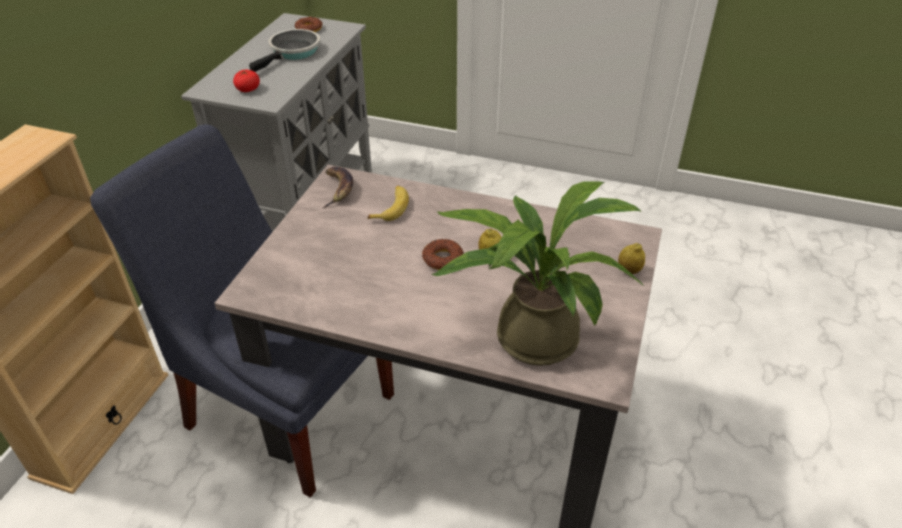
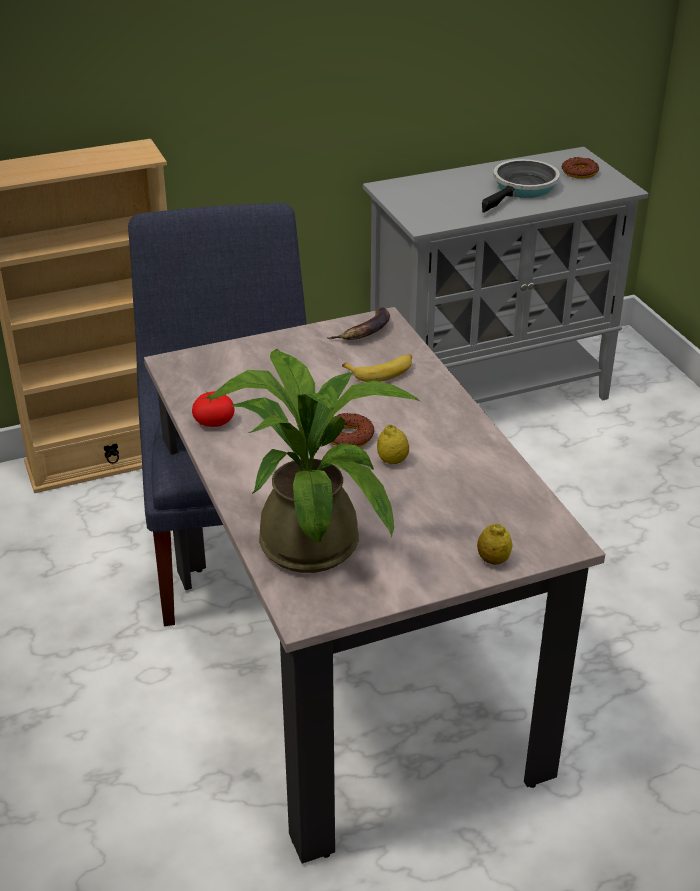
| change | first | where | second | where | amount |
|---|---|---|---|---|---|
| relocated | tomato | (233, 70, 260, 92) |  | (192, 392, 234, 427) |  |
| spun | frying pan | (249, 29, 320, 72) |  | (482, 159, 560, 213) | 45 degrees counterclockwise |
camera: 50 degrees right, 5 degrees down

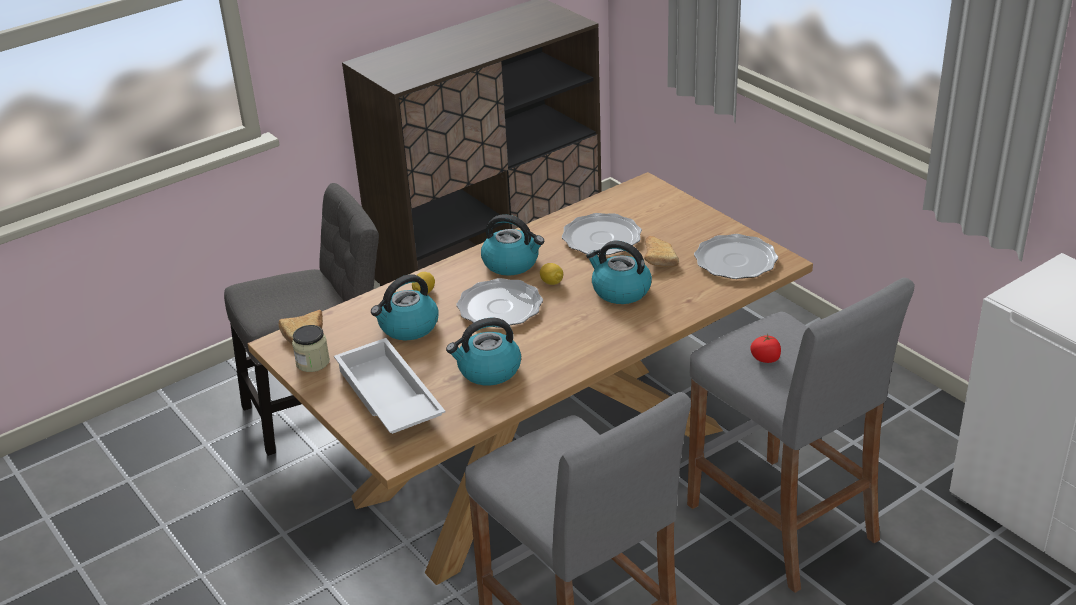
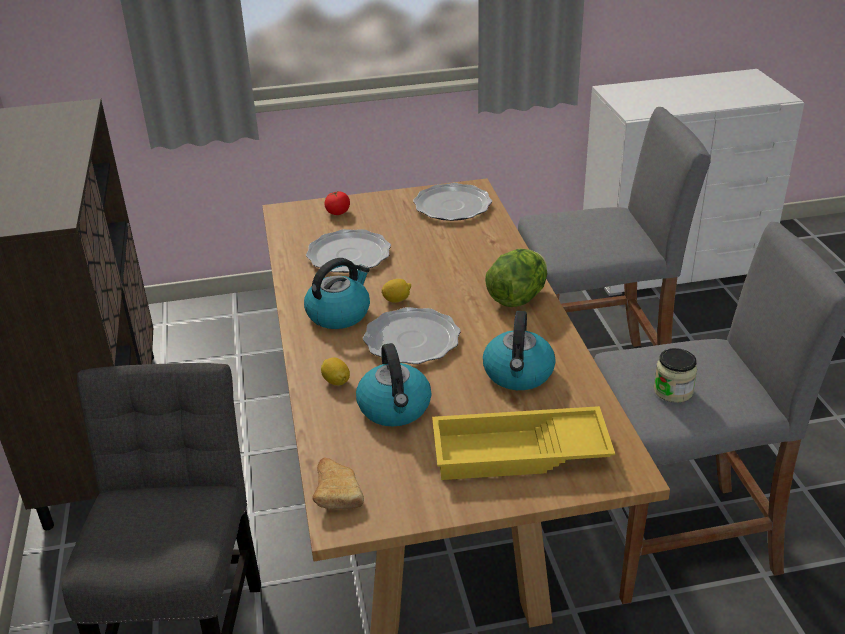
| change | first | where | second | where | amount |
|---|---|---|---|---|---|
| relocated | tomato | (750, 333, 781, 363) |  | (324, 191, 350, 215) |  |
| colour | tray (white) | (334, 338, 445, 434) | tray (yellow) | (432, 406, 615, 480) |  |
| appeared |  |  | lettuce | (485, 248, 547, 307) |  |
| relocated | jar | (292, 325, 330, 372) |  | (654, 348, 697, 403) |  |
| missing | kettle | (586, 241, 652, 304) |  |  |  |
| missing | bread | (644, 236, 679, 267) |  |  |  |
camera: 65 degrees left, 0 degrees up

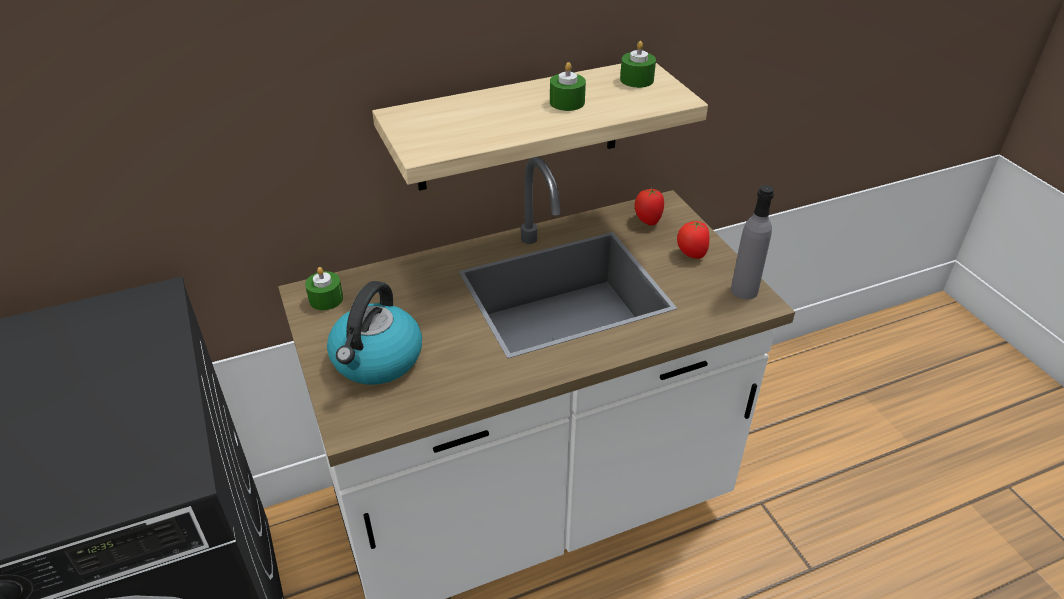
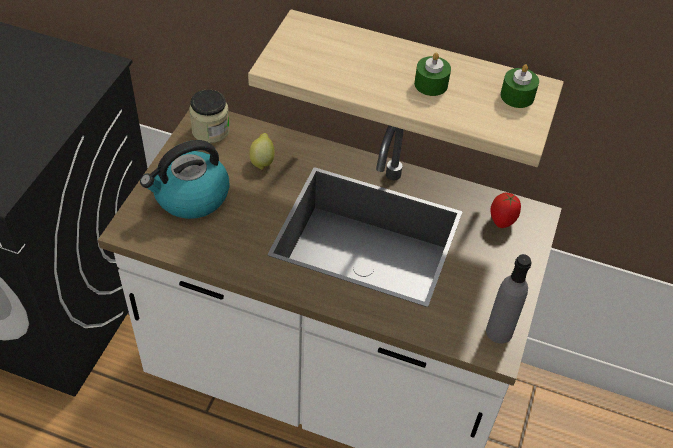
| change | first | where | second | where | amount |
|---|---|---|---|---|---|
| exchanged | candle (green) | (305, 267, 343, 310) | jar | (189, 89, 230, 143) |  |
| appeared |  |  | lemon | (249, 133, 275, 170) |  |
| missing | tomato | (677, 221, 709, 259) |  |  |  |
camera: 40 degrees right, 10 degrees up

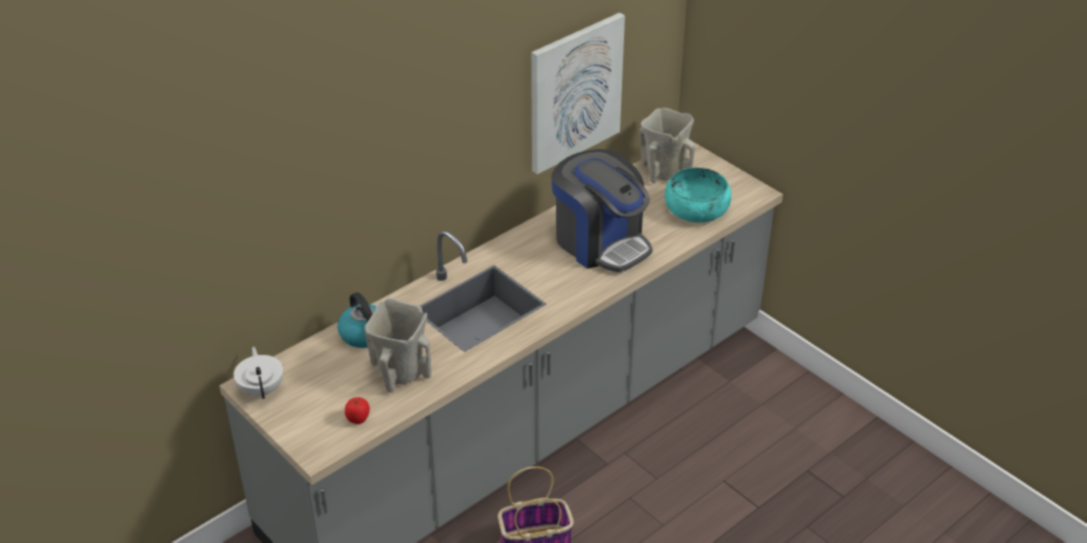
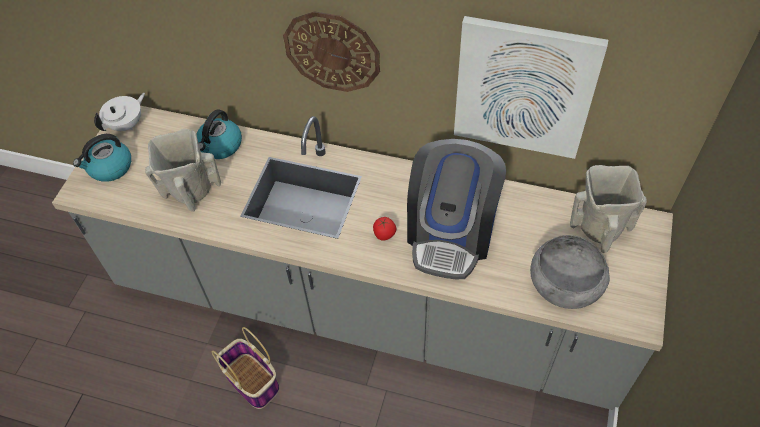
| change | first | where | second | where | amount |
|---|---|---|---|---|---|
| appeared |  |  | kettle | (73, 134, 131, 182) |  |
| appeared |  |  | wall clock | (283, 11, 380, 92) |  |
| relocated | tomato | (345, 397, 370, 424) |  | (373, 217, 396, 241) |  |
| colour | bowl (turquoise) | (665, 167, 731, 223) | bowl (grey) | (530, 235, 610, 309) |  |
camera: 60 degrees right, 15 degrees up

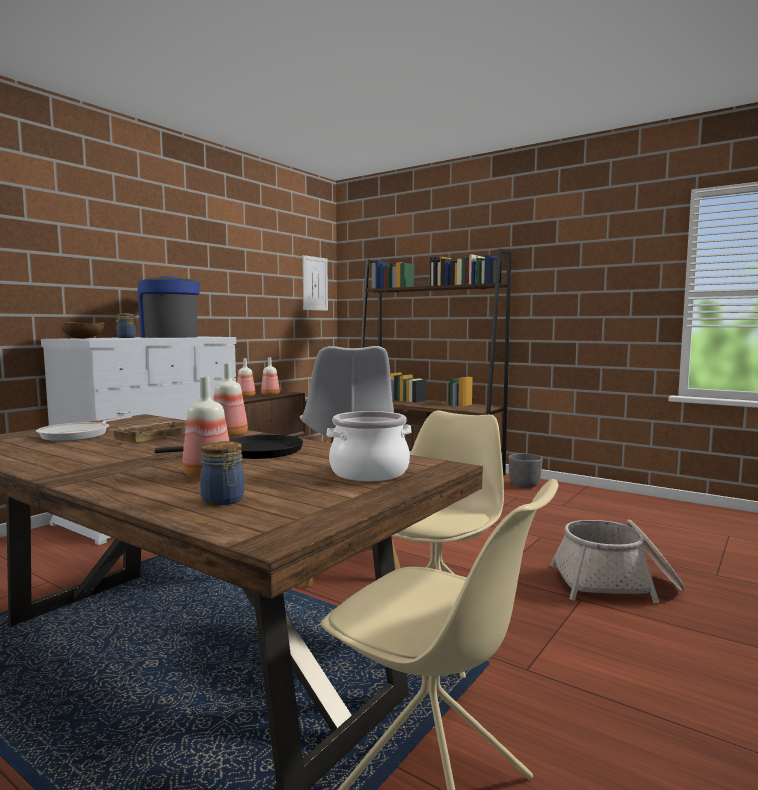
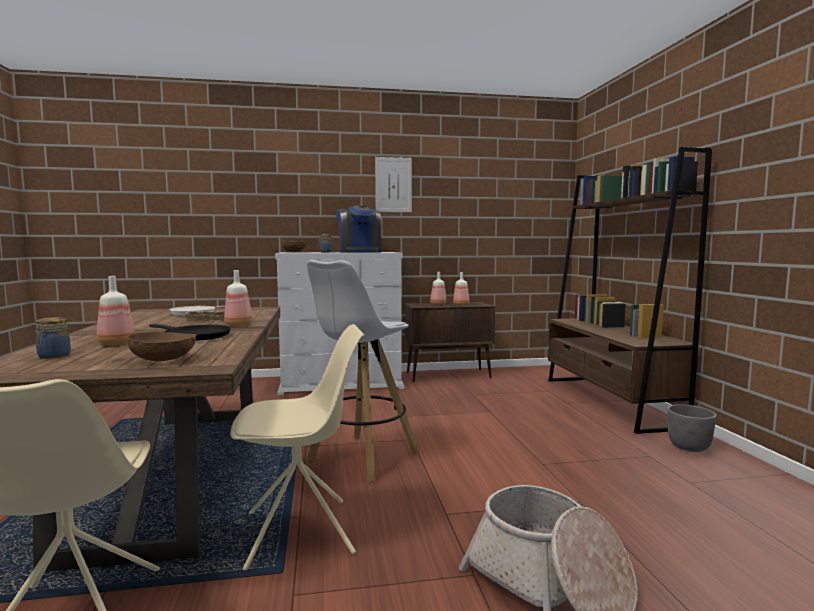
| change | first | where | second | where | amount |
|---|---|---|---|---|---|
| exchanged | cooking pot | (327, 411, 411, 481) | bowl (brown) | (126, 332, 197, 361) |  |
| spun | coffee machine | (138, 275, 200, 338) |  | (336, 205, 381, 253) | 150 degrees clockwise |
| relocated | picture | (302, 255, 328, 311) |  | (375, 157, 412, 212) |  |
camera: 45 degrees right, 0 degrees up

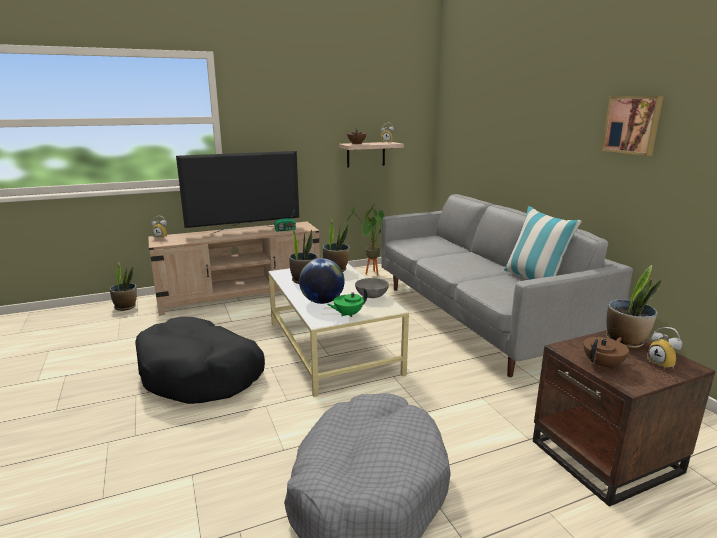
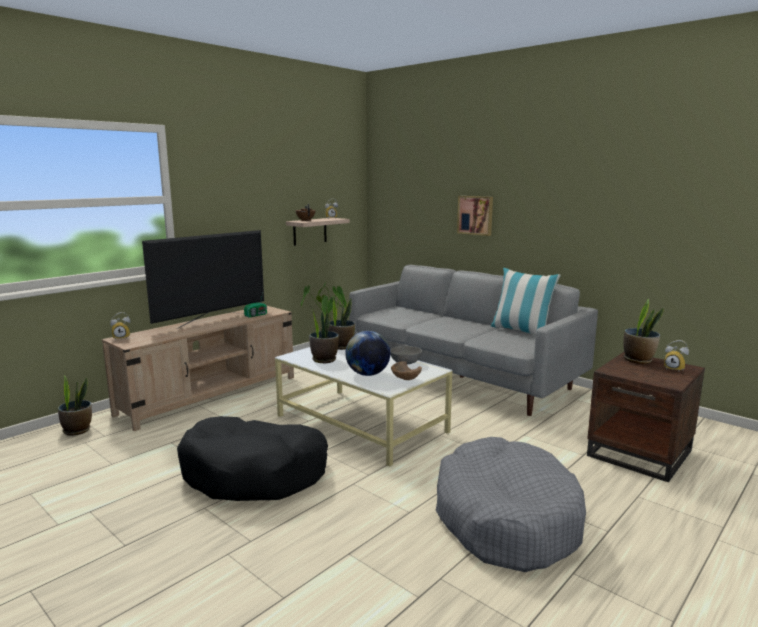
| change | first | where | second | where | amount |
|---|---|---|---|---|---|
| exchanged | teapot (green) | (327, 287, 368, 317) | bowl (brown) | (391, 361, 422, 380) |  |
| relocated | picture | (601, 96, 663, 156) |  | (457, 196, 493, 236) |  |
| missing | teapot (brown) | (584, 337, 629, 370) |  |  |  |
camera: 25 degrees left, 5 degrees down

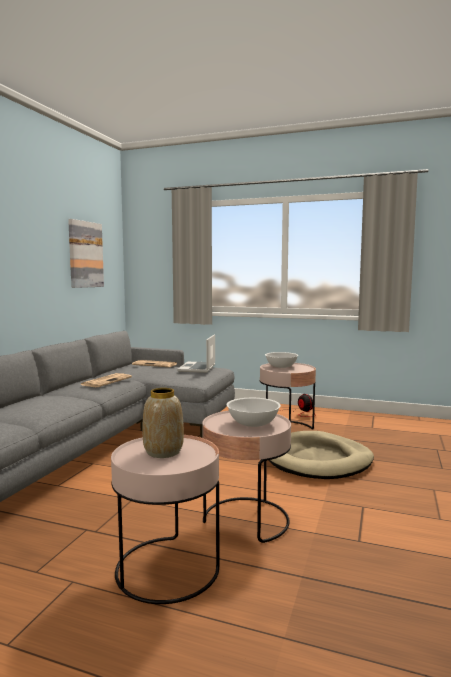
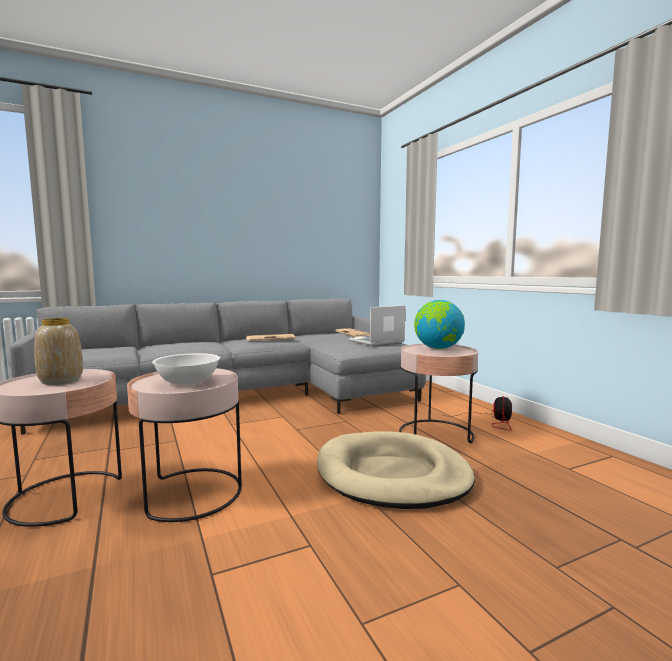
| change | first | where | second | where | amount |
|---|---|---|---|---|---|
| exchanged | bowl (white) | (265, 352, 298, 368) | globe | (414, 300, 465, 349) |  |
| missing | picture | (68, 219, 104, 288) |  |  |  |
camera: 45 degrees right, 0 degrees up

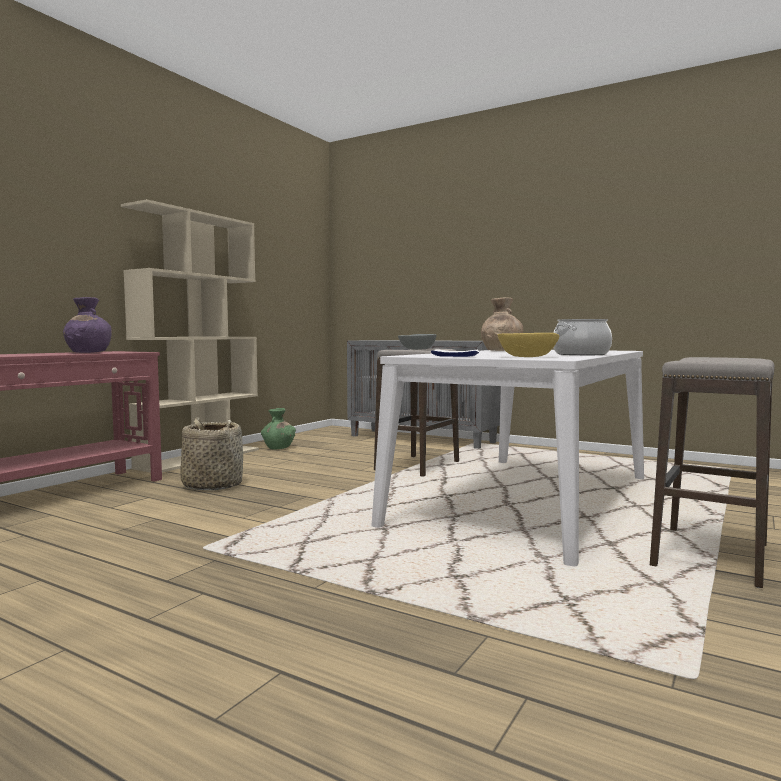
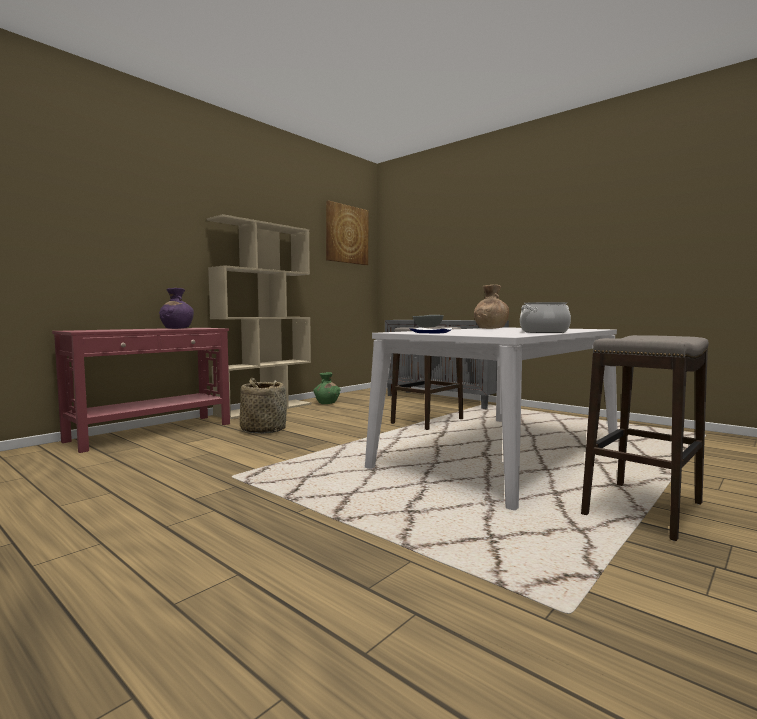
| change | first | where | second | where | amount |
|---|---|---|---|---|---|
| appeared |  |  | picture | (326, 201, 369, 265) |  |
| missing | bowl (yellow) | (498, 333, 559, 357) |  |  |  |
camera: 10 degrees right, 0 degrees up

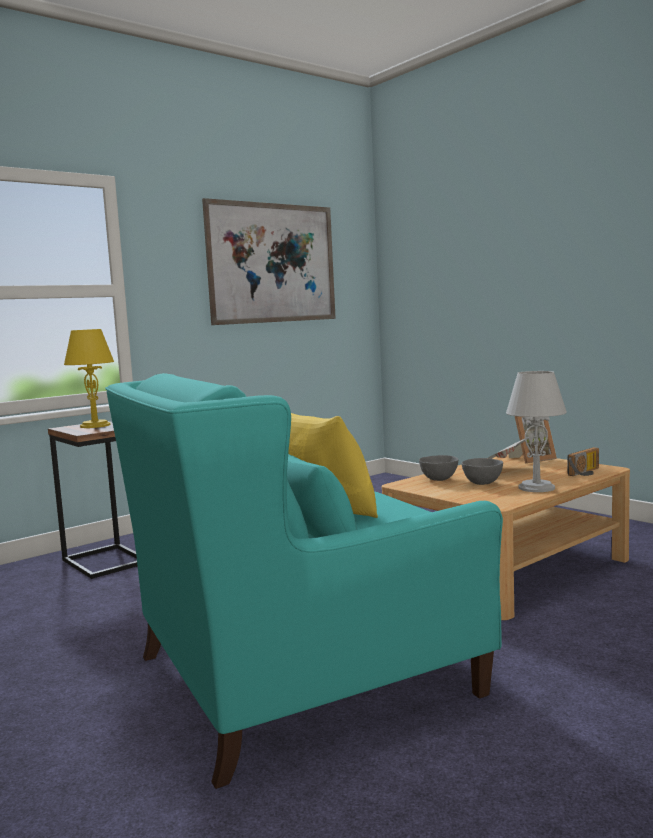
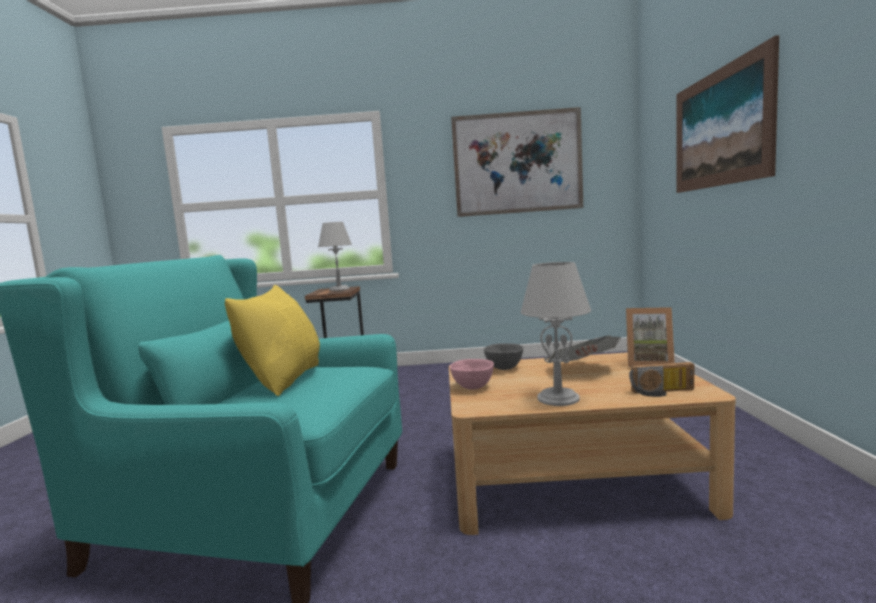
| change | first | where | second | where | amount |
|---|---|---|---|---|---|
| colour | table lamp (yellow) | (64, 329, 114, 428) | table lamp (grey) | (318, 222, 352, 291) |  |
| appeared |  |  | bowl (pink) | (450, 359, 494, 390) |  |
| appeared |  |  | picture | (676, 35, 779, 193) |  |
| missing | bowl (grey) | (461, 458, 503, 485) |  |  |  |
camera: 40 degrees right, 0 degrees up

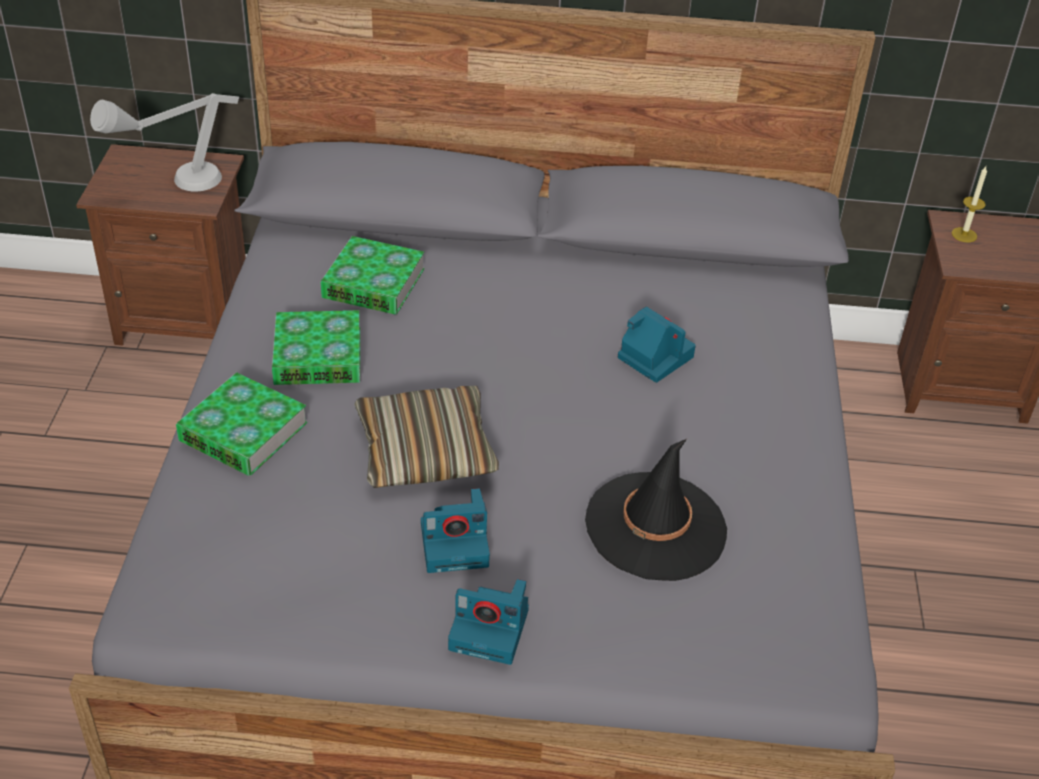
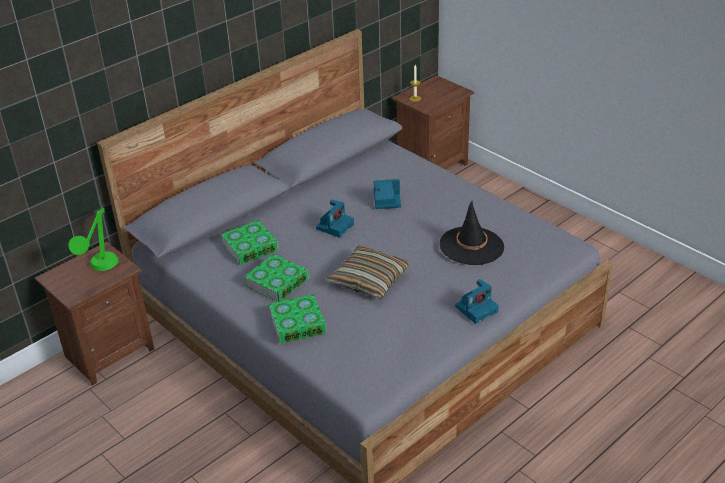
| change | first | where | second | where | amount |
|---|---|---|---|---|---|
| colour | table lamp (grey) | (90, 93, 239, 192) | table lamp (green) | (68, 208, 118, 271) |  |
| relocated | photo camera | (421, 488, 490, 573) |  | (316, 200, 354, 238) |  |
camera: 45 degrees left, 5 degrees down

